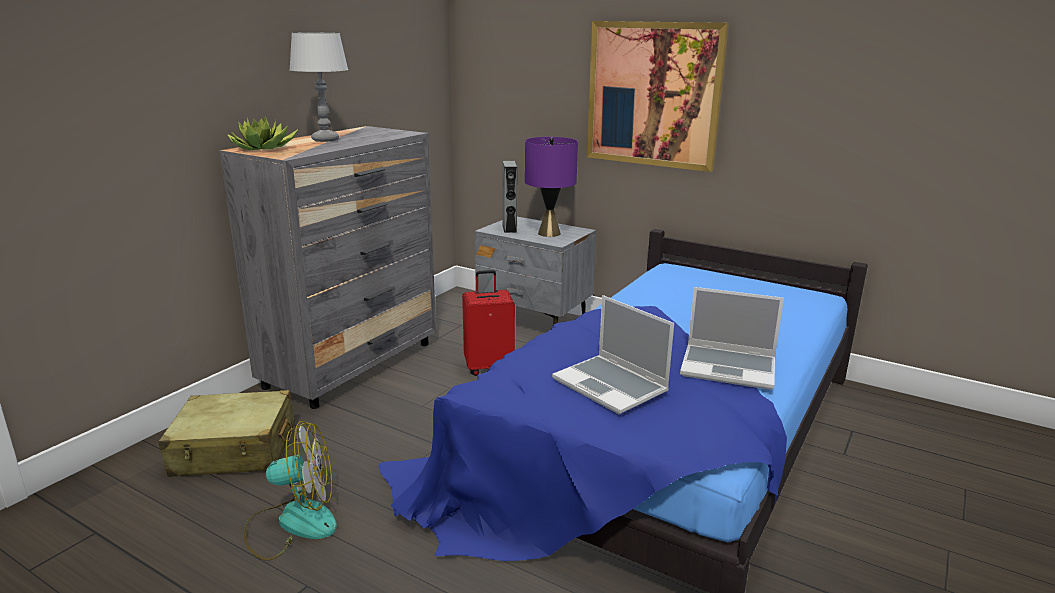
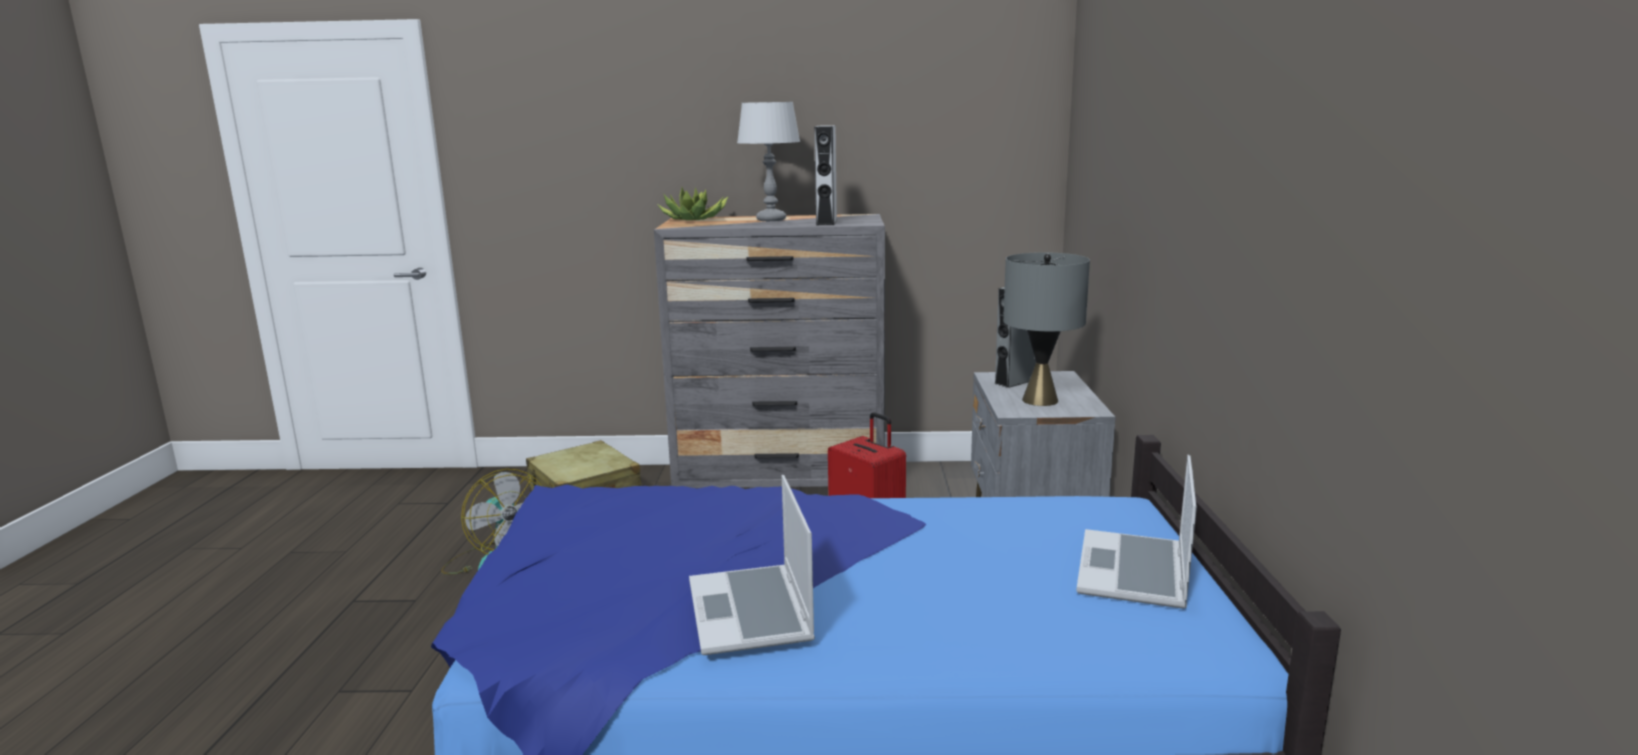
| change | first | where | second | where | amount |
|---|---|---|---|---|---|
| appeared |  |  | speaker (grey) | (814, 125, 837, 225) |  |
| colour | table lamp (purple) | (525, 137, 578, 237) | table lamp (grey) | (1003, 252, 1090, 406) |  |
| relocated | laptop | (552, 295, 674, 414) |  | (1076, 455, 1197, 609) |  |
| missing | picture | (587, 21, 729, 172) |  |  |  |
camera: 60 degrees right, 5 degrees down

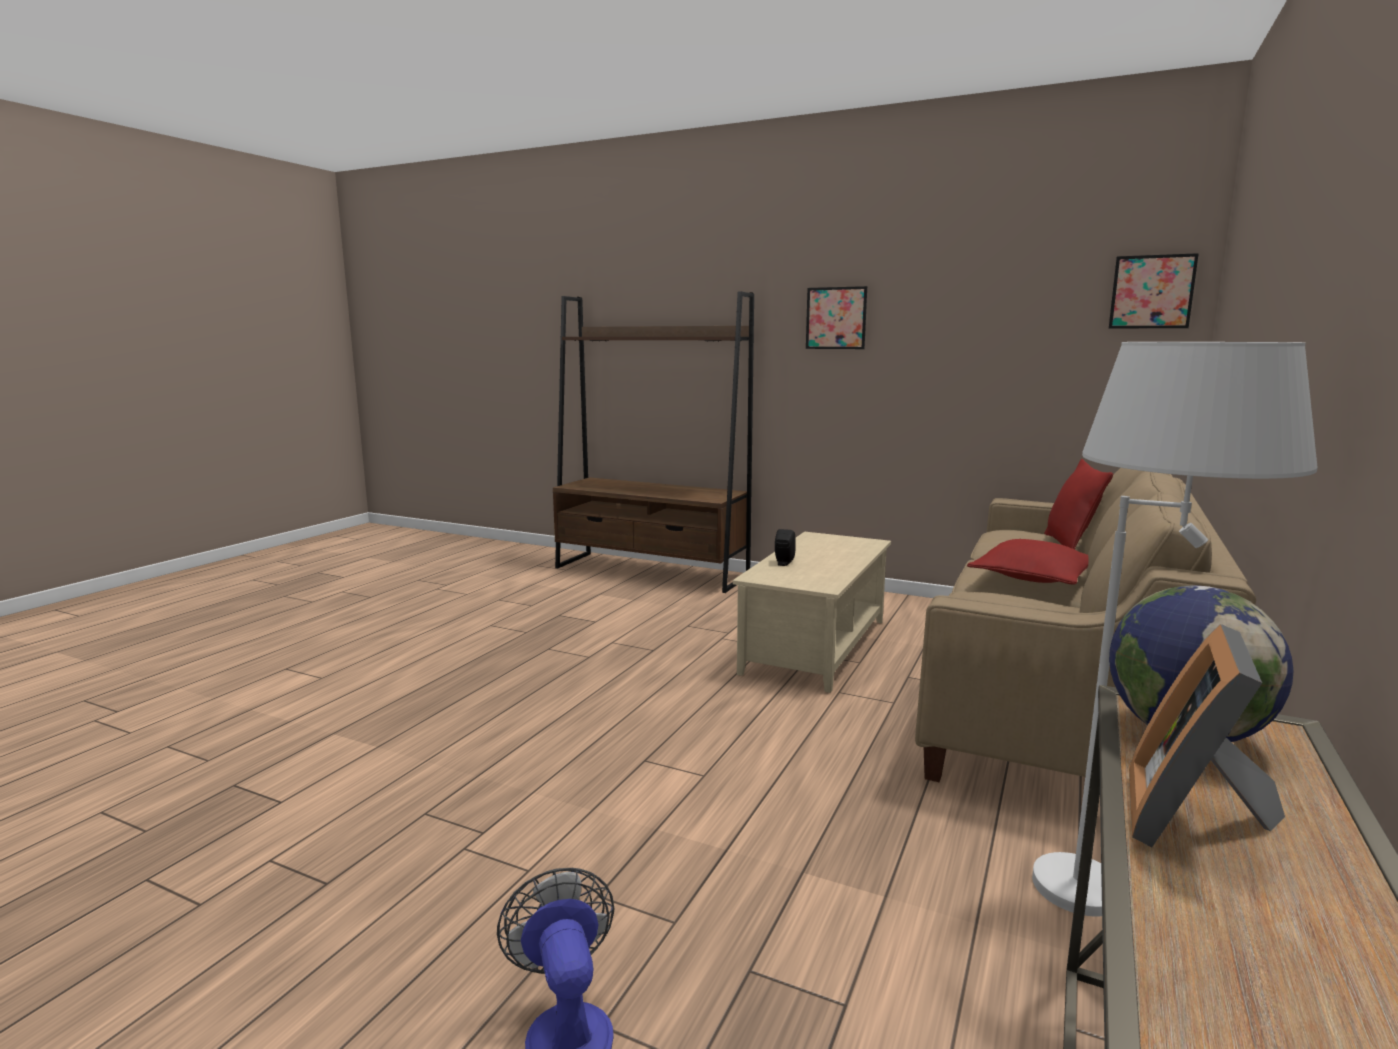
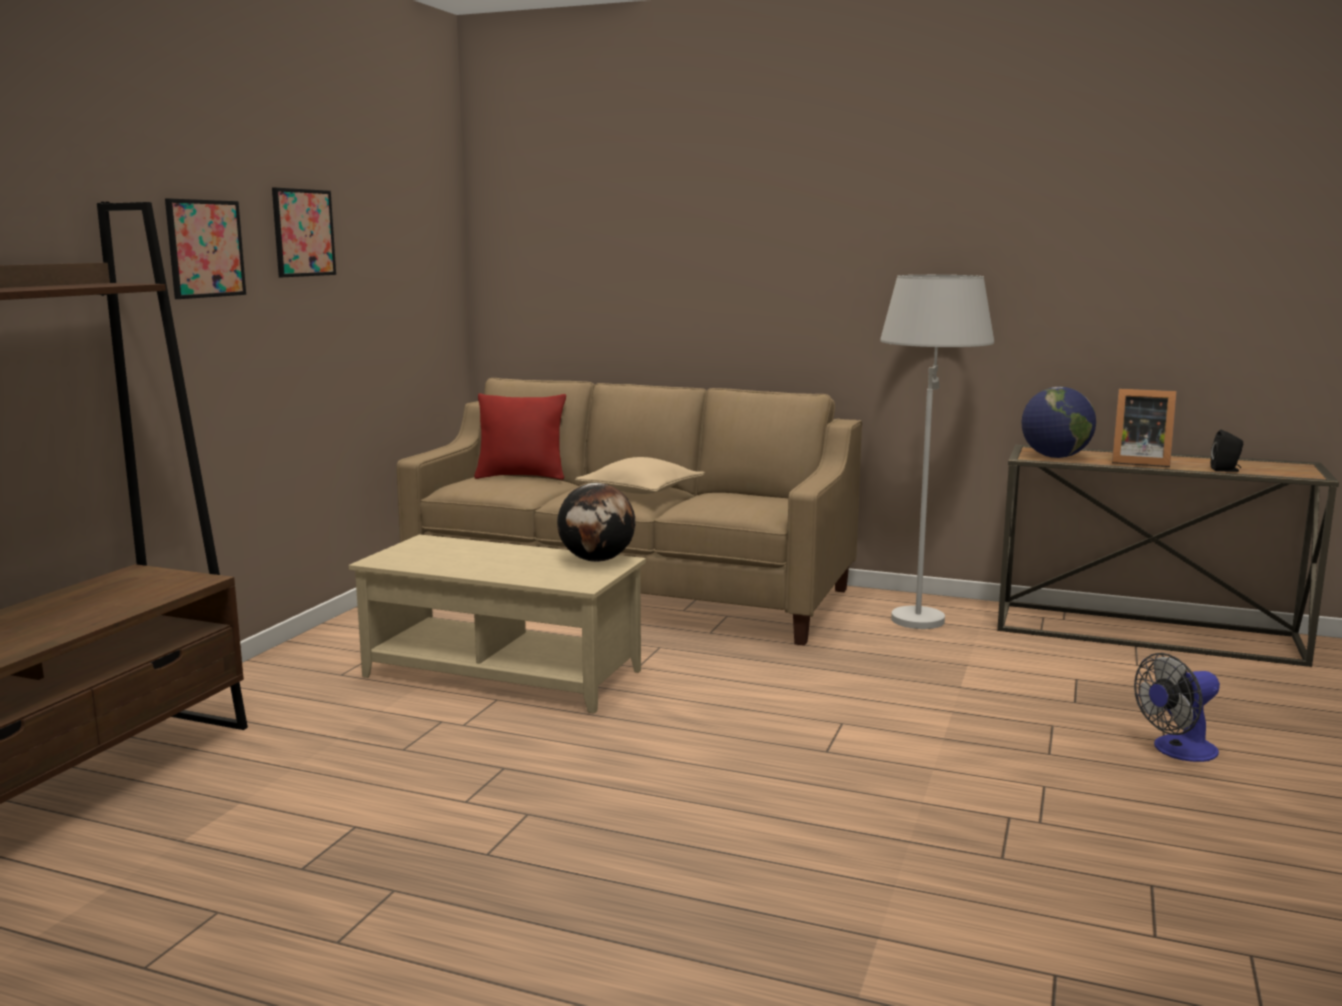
| change | first | where | second | where | amount |
|---|---|---|---|---|---|
| relocated | picture | (1109, 253, 1199, 329) |  | (272, 188, 336, 277) |  |
| appeared |  |  | globe | (557, 483, 636, 562) |  |
| colour | pillow (red) | (967, 539, 1088, 584) | pillow (beige) | (575, 457, 705, 494) |  |
| relocated | speaker (black) | (775, 529, 796, 566) |  | (1211, 430, 1243, 472) |  |
camera: 95 degrees left, 0 degrees up

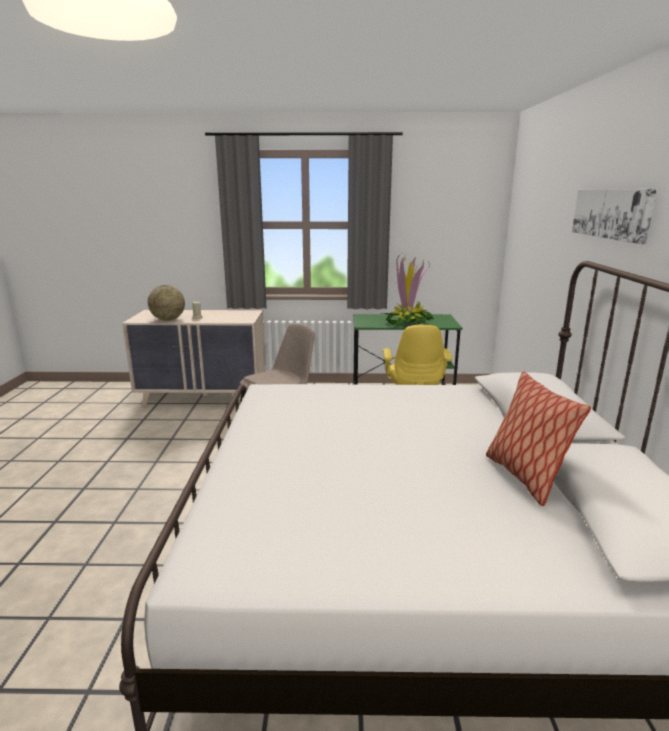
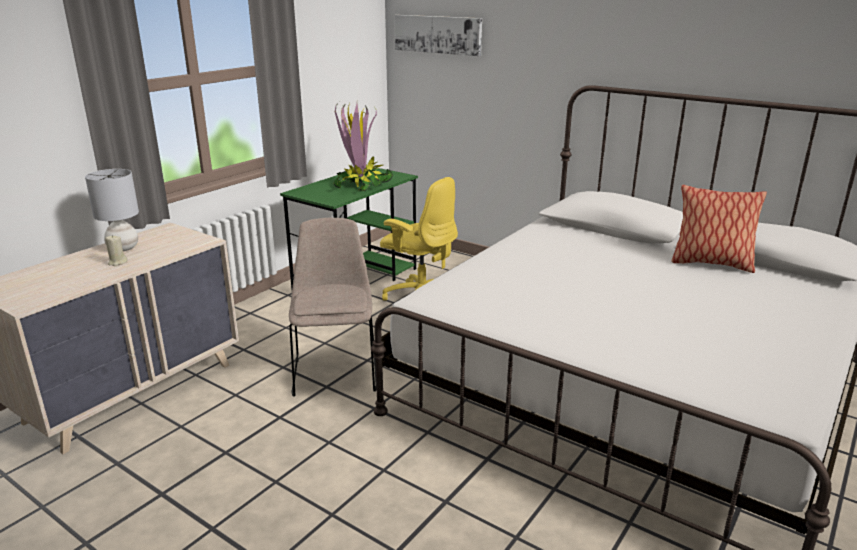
| change | first | where | second | where | amount |
|---|---|---|---|---|---|
| appeared |  |  | table lamp (grey) | (85, 169, 139, 251) |  |
| relocated | picture | (572, 189, 657, 244) |  | (395, 15, 482, 56) |  |
| missing | globe | (148, 285, 185, 321) |  |  |  |
camera: 55 degrees left, 5 degrees up

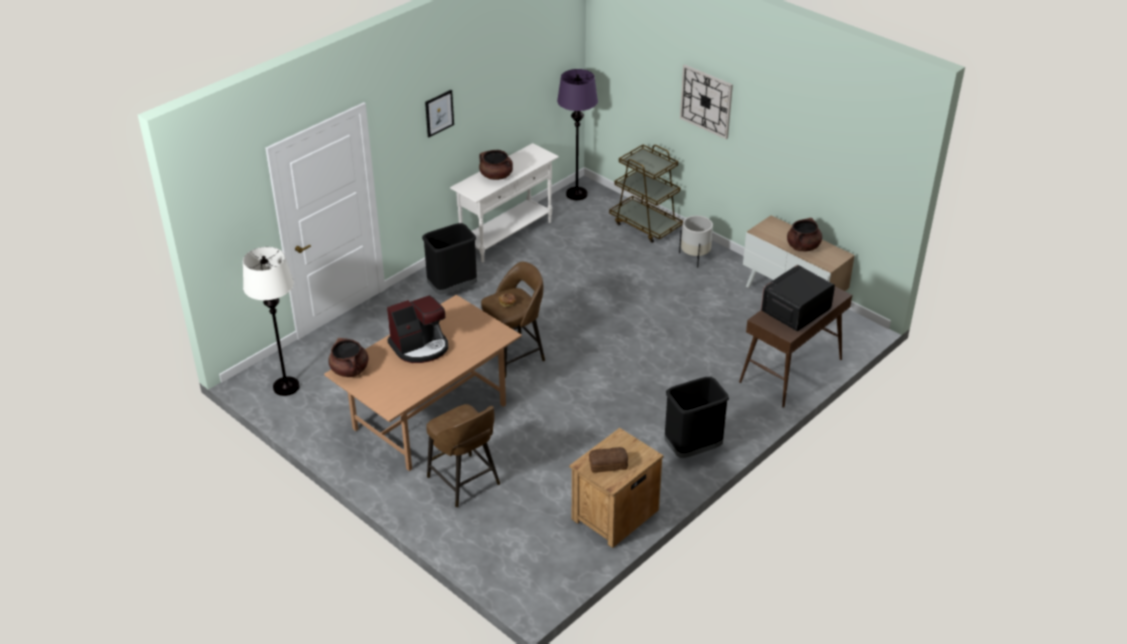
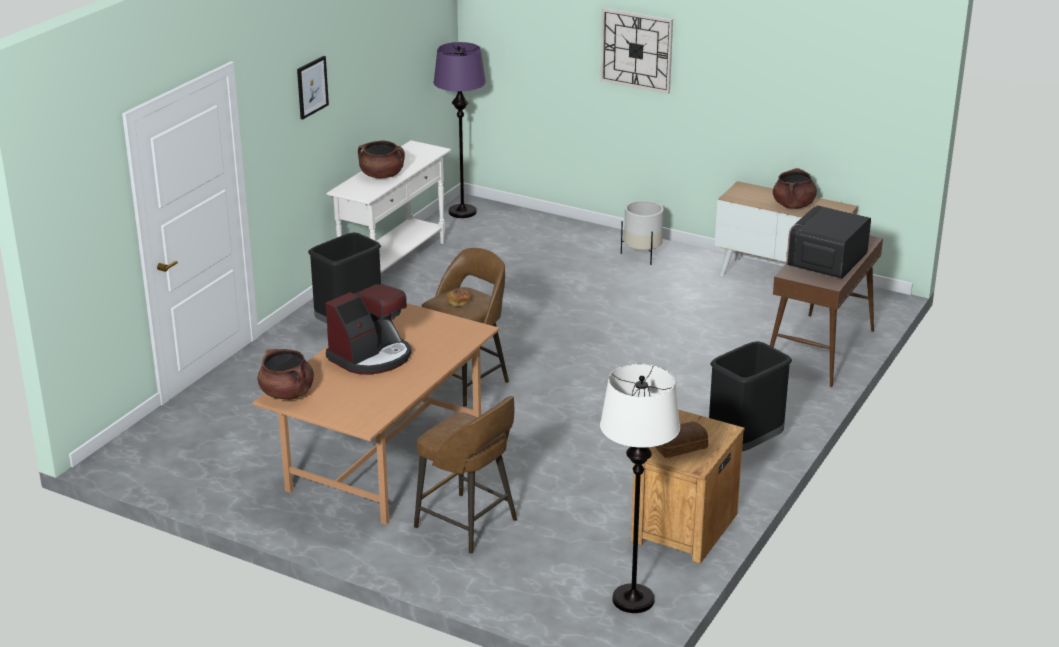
| change | first | where | second | where | amount |
|---|---|---|---|---|---|
| relocated | floor lamp (white) | (243, 247, 300, 396) |  | (600, 364, 680, 613) |  |
| missing | cart (brown) | (609, 145, 683, 243) |  |  |  |
camera: 15 degrees left, 10 degrees down

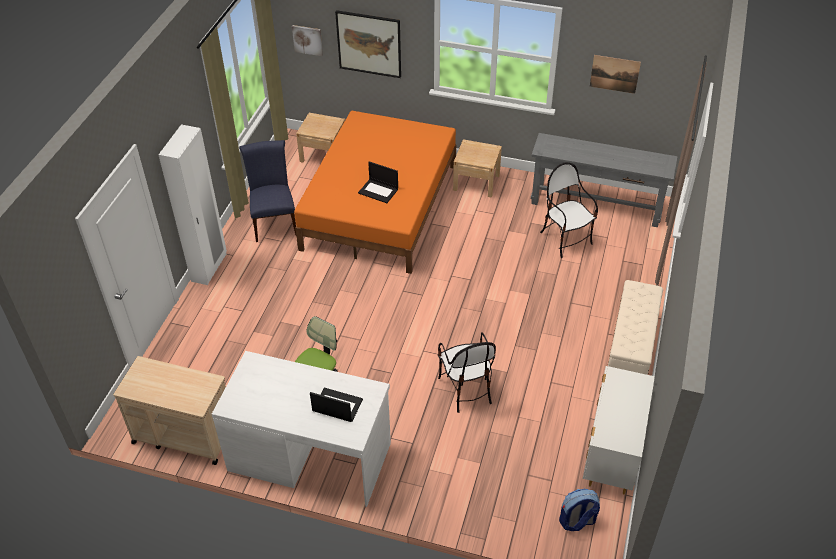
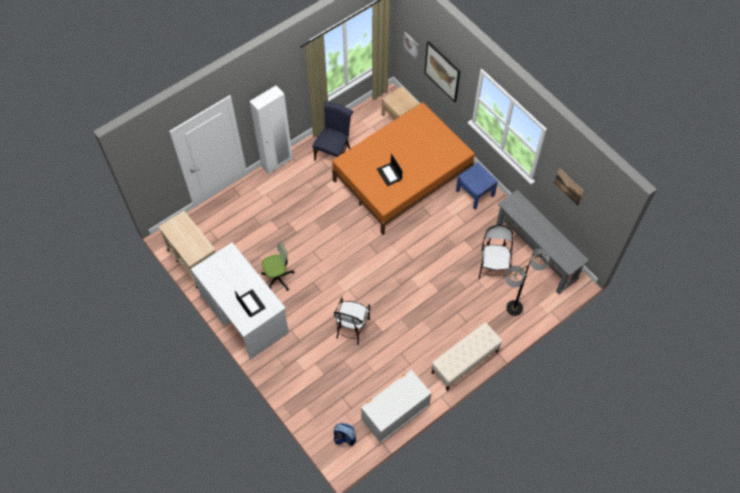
| change | first | where | second | where | amount |
|---|---|---|---|---|---|
| colour | nightstand (beige) | (453, 139, 502, 198) | nightstand (blue) | (456, 162, 498, 210) |  |
| appeared |  |  | floor lamp | (506, 249, 550, 316) |  |
camera: 35 degrees right, 15 degrees up

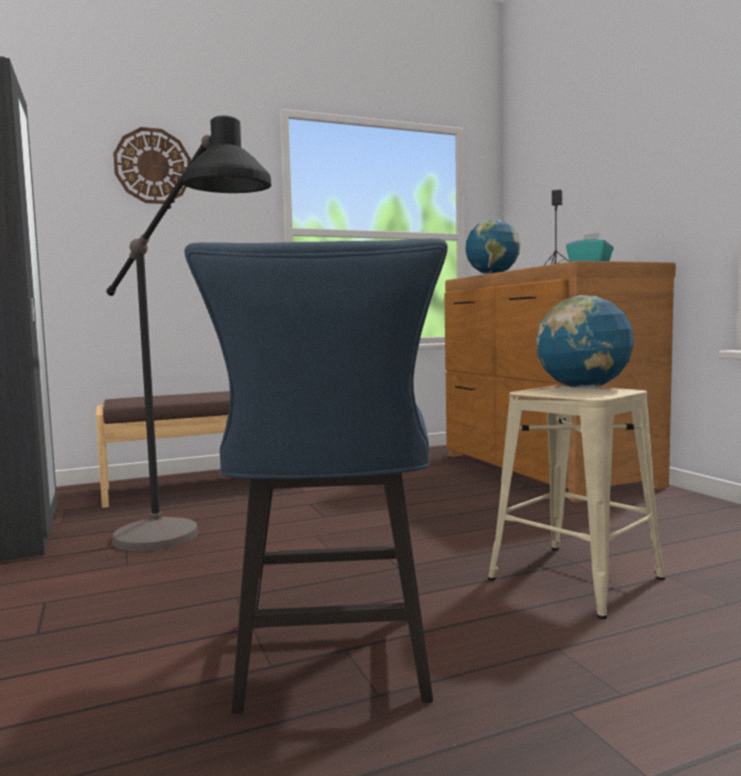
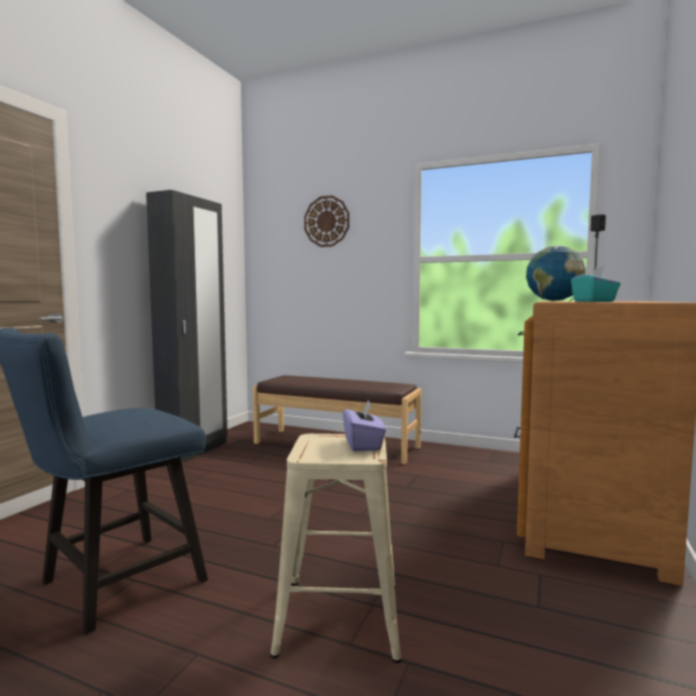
| change | first | where | second | where | amount |
|---|---|---|---|---|---|
| exchanged | globe | (536, 295, 634, 389) | tissue box (purple) | (343, 401, 386, 451) |  |
| missing | floor lamp (black) | (106, 115, 271, 551) |  |  |  |
camera: 45 degrees right, 0 degrees up

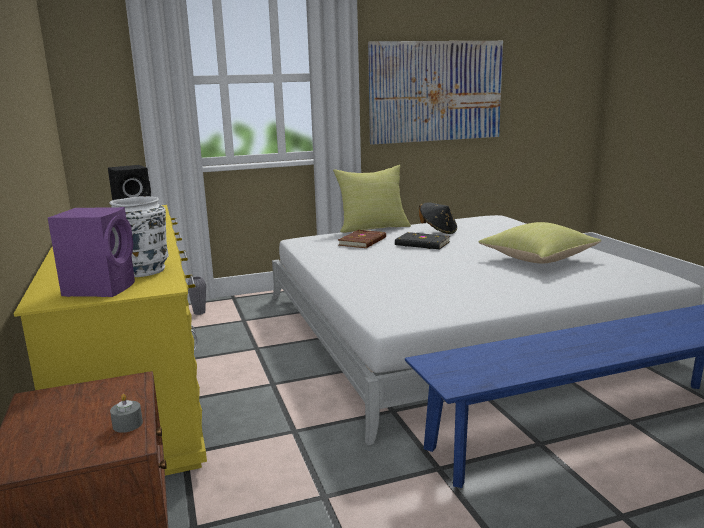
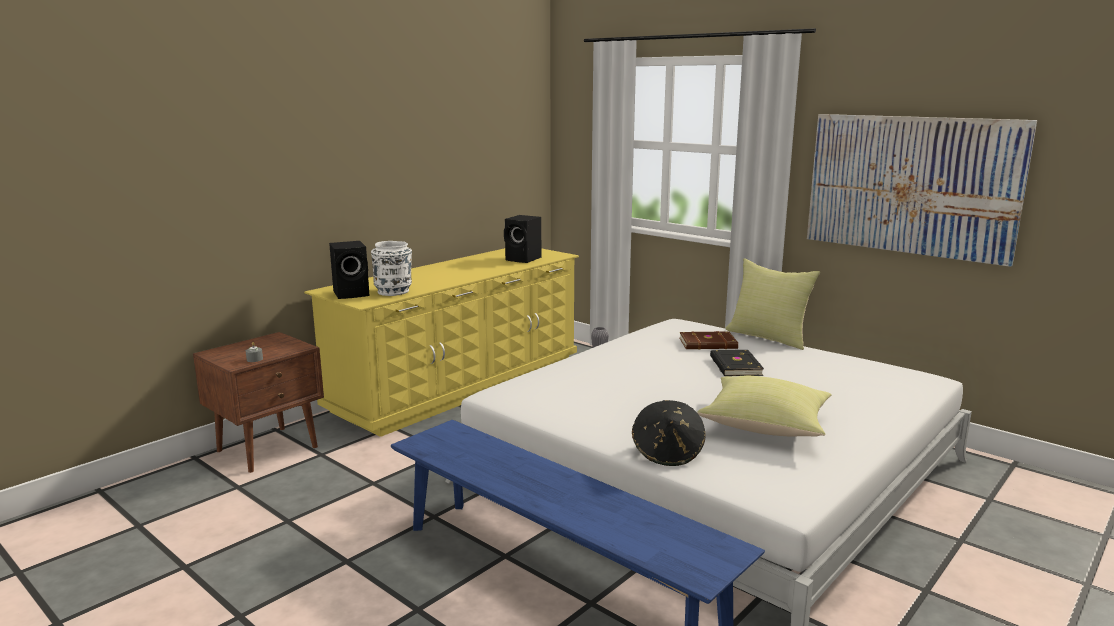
| change | first | where | second | where | amount |
|---|---|---|---|---|---|
| colour | speaker (purple) | (48, 207, 135, 297) | speaker (black) | (329, 241, 370, 299) |  |
| relocated | hat (black) | (419, 202, 457, 234) |  | (632, 400, 706, 466) |  |
camera: 60 degrees right, 0 degrees up

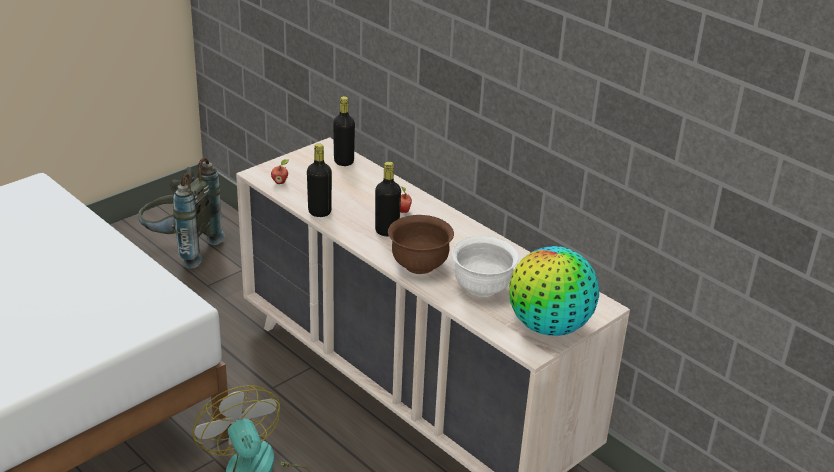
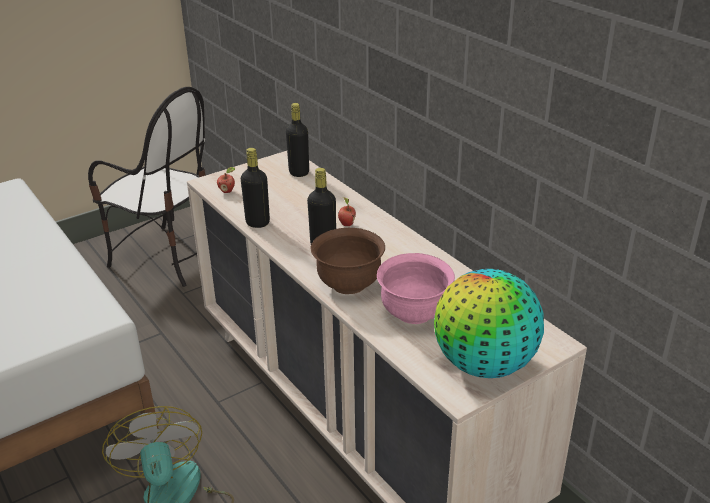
| change | first | where | second | where | amount |
|---|---|---|---|---|---|
| exchanged | backpack (grey) | (138, 158, 225, 269) | chair | (88, 87, 206, 287) |  |
| colour | bowl (white) | (452, 235, 519, 297) | bowl (pink) | (377, 253, 455, 324) |  |
camera: 10 degrees right, 0 degrees up

